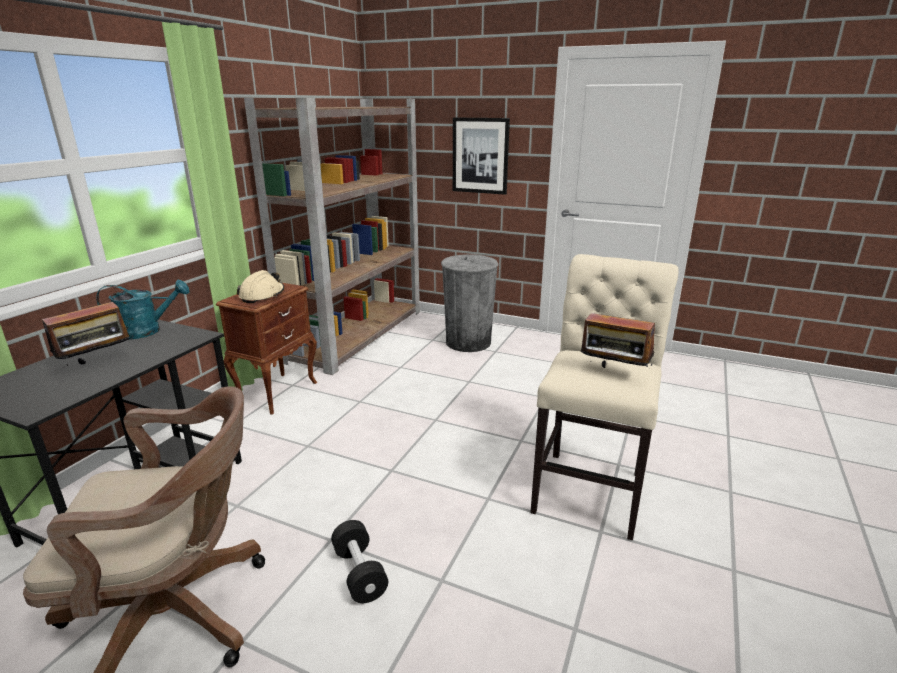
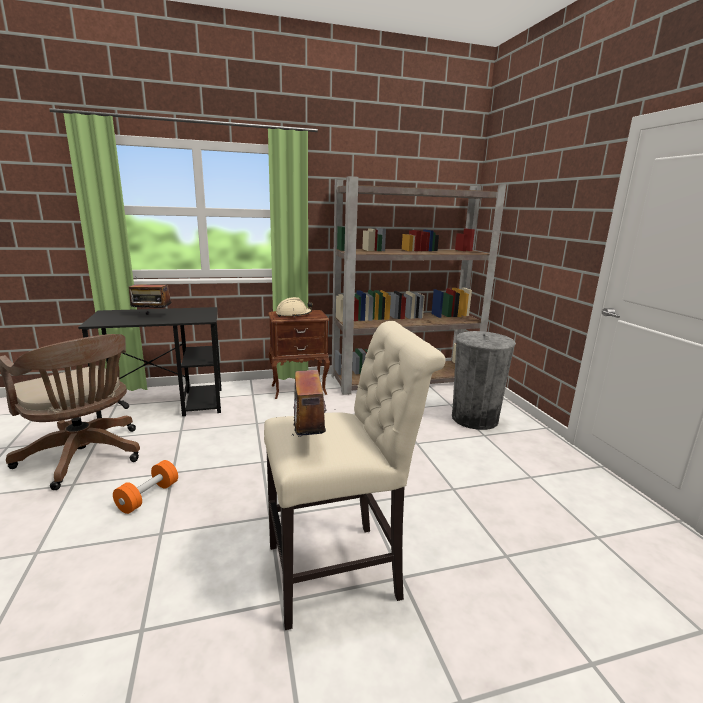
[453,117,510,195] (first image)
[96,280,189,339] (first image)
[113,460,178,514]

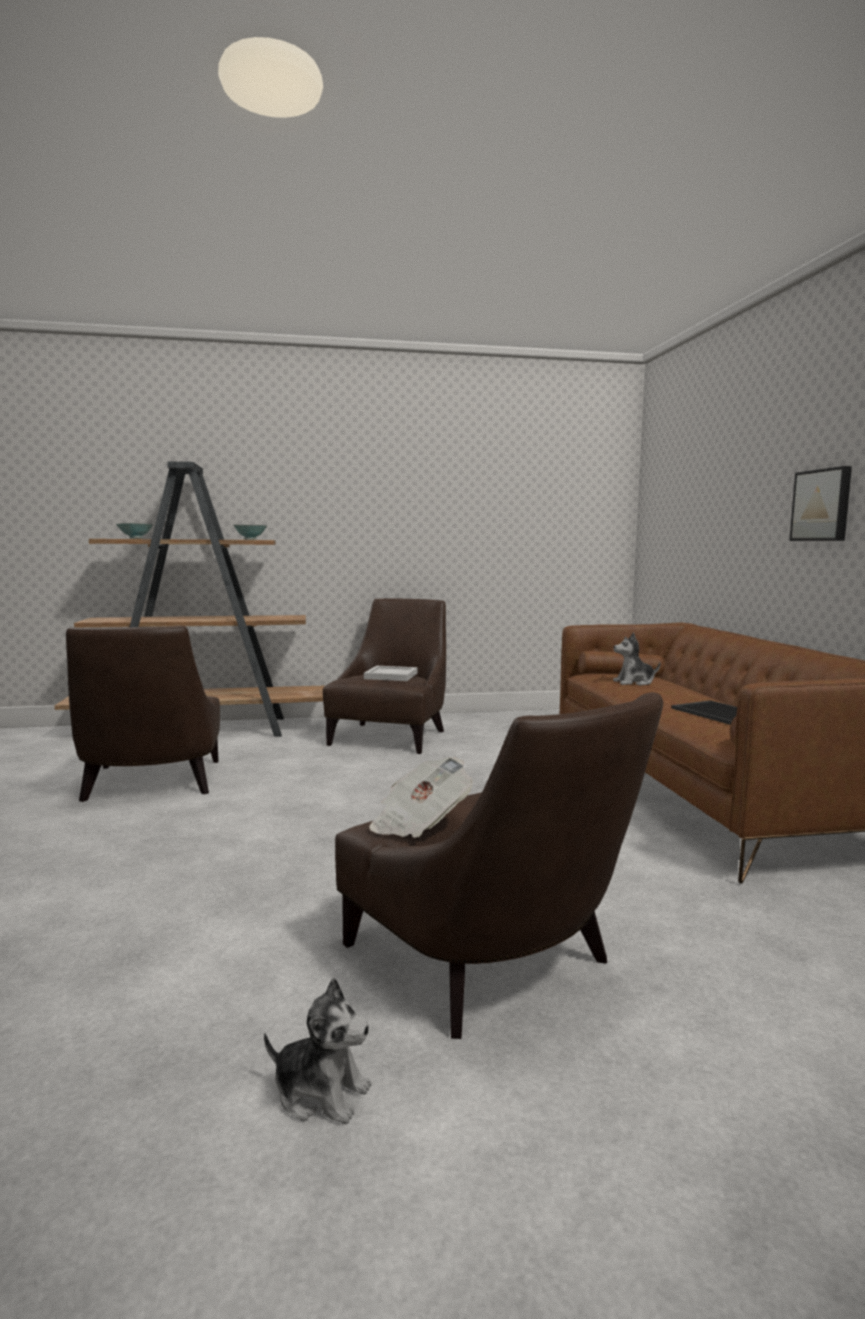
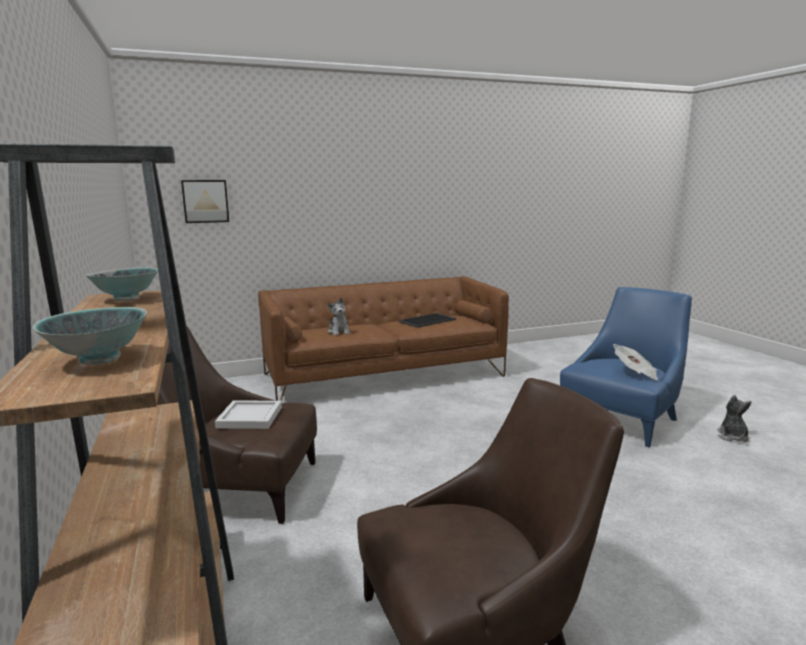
[181,180,229,223]
[560,287,692,447]

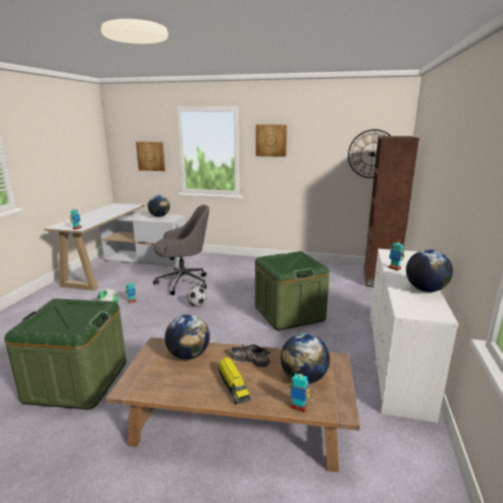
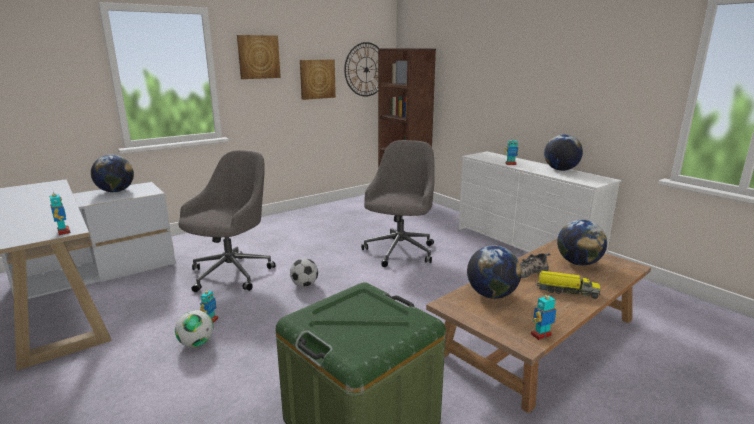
[300,59,336,100]
[361,140,435,267]
[531,291,557,340]

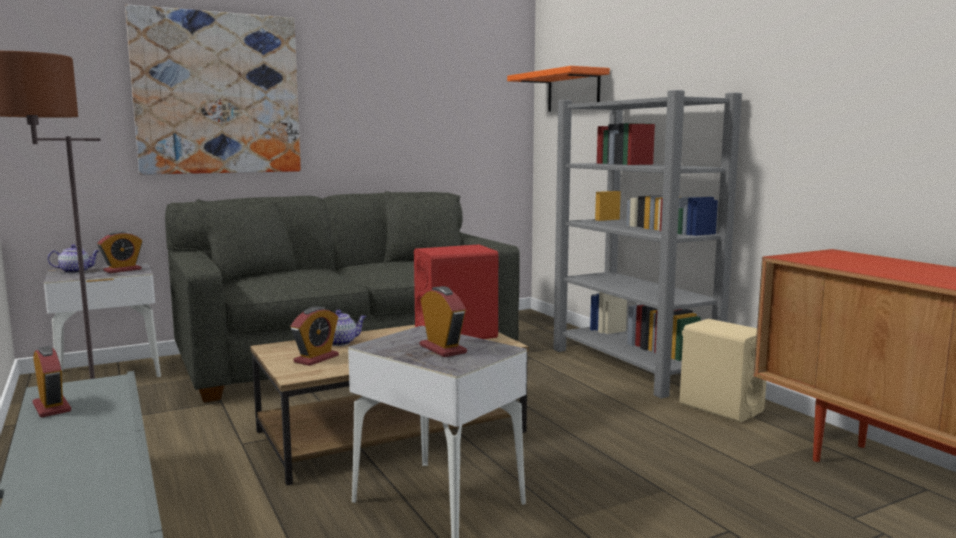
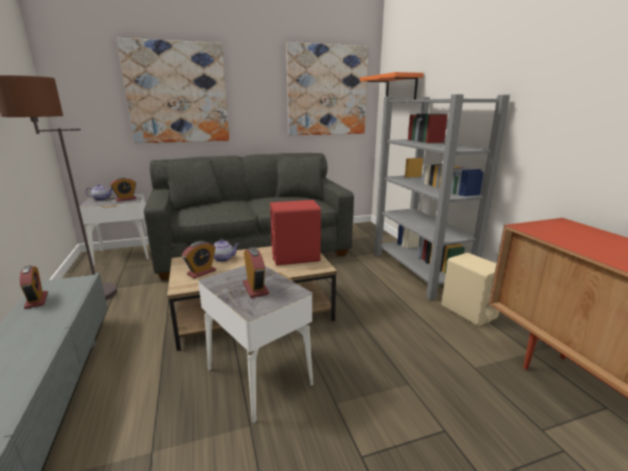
[286,42,369,135]

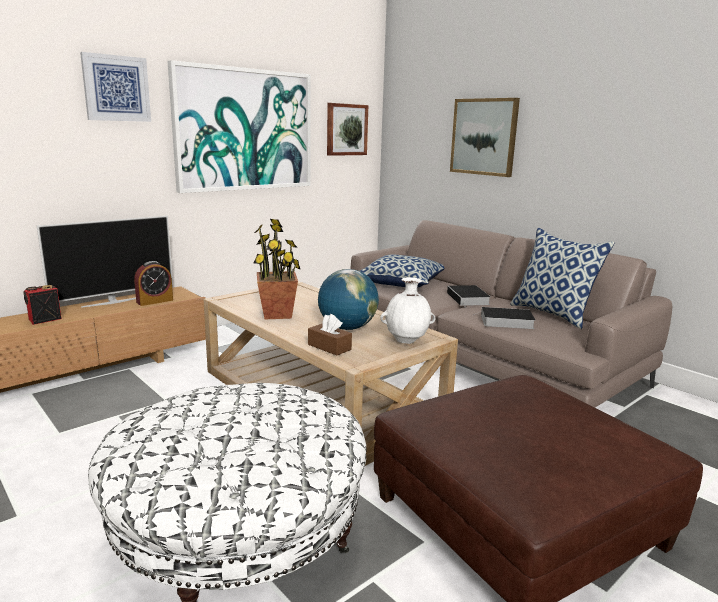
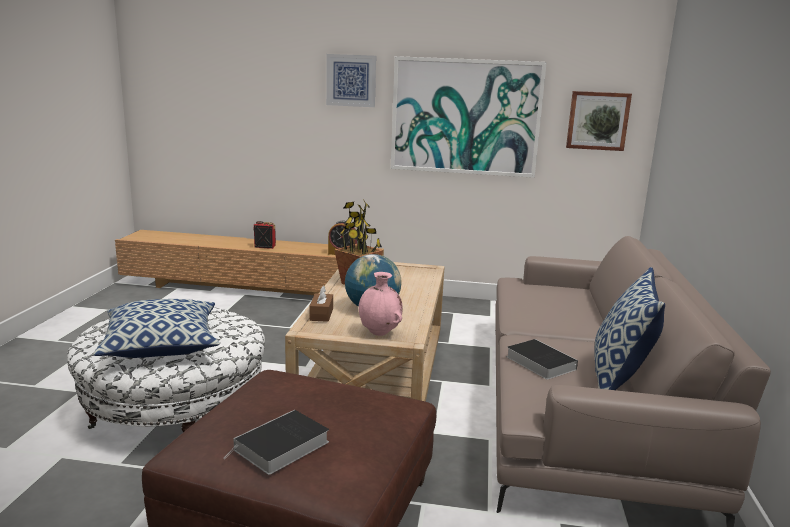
[450,98,520,177] (first image)
[37,216,173,308] (first image)
[94,299,220,358]
[359,272,403,336]
[223,410,329,475]

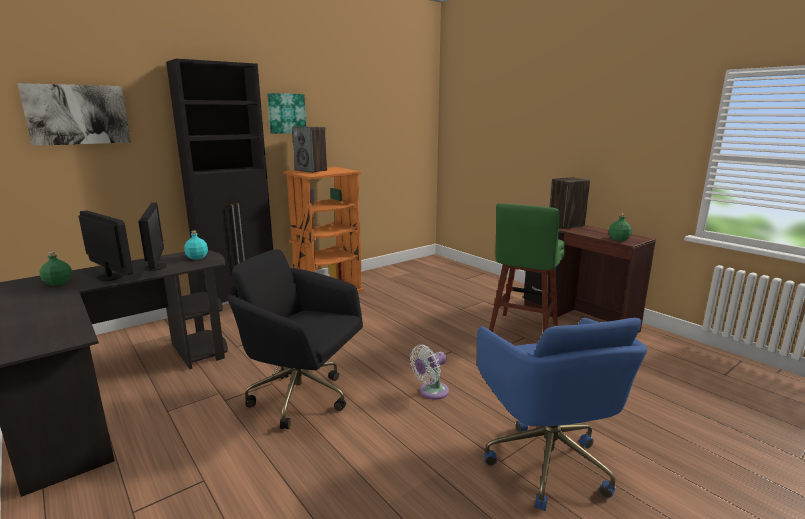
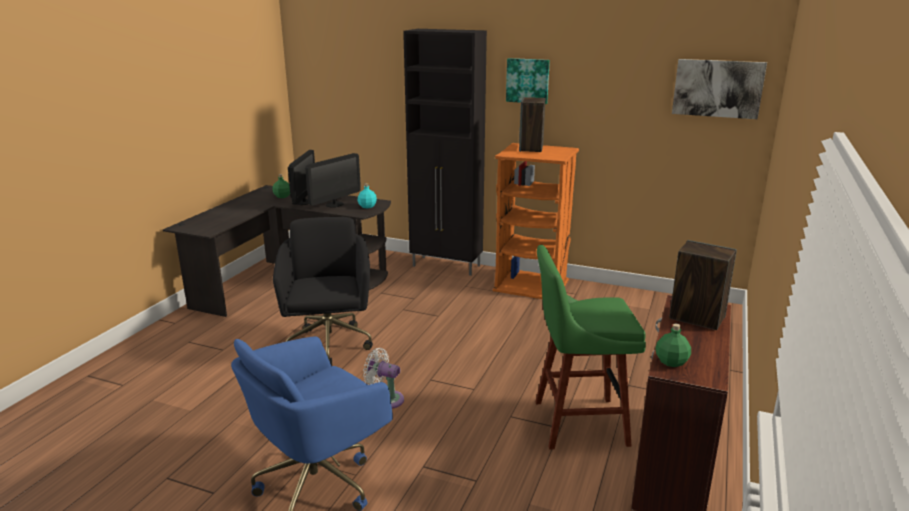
[672,59,767,119]

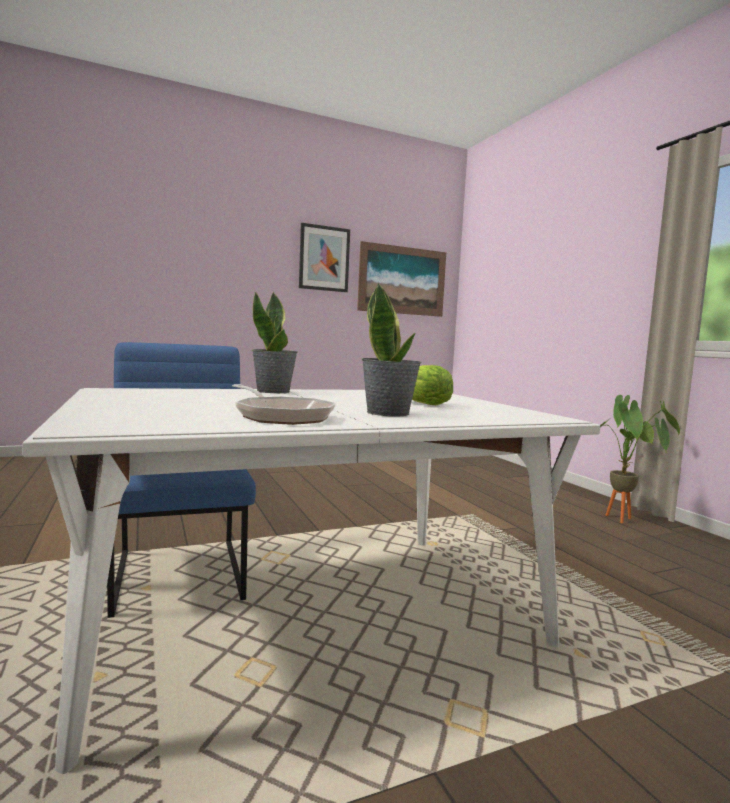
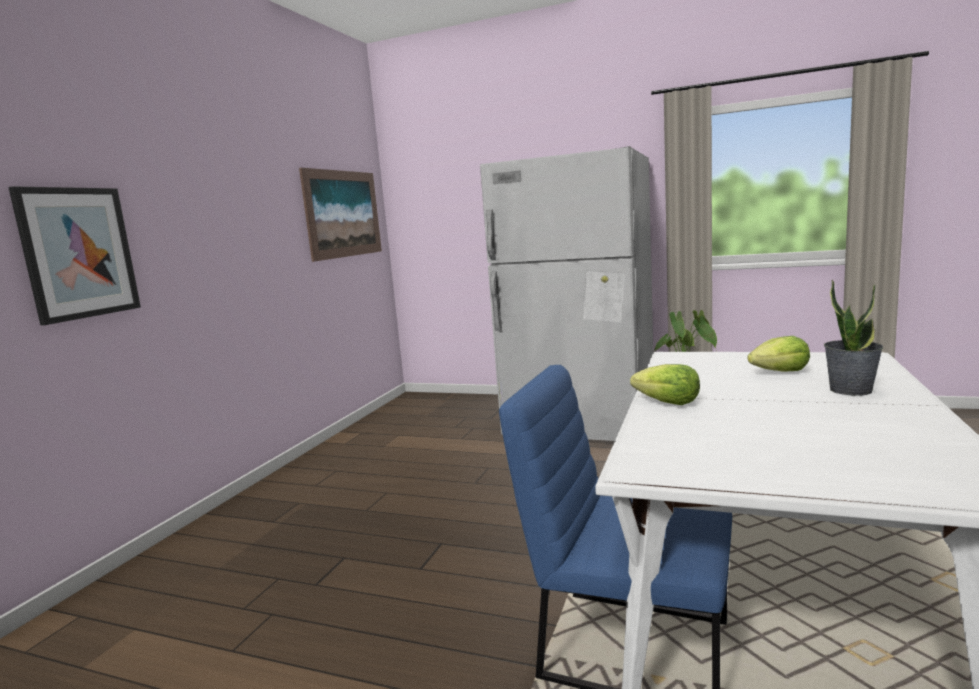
[8,186,141,325]
[630,364,700,405]
[232,384,336,425] (first image)
[480,146,653,441]

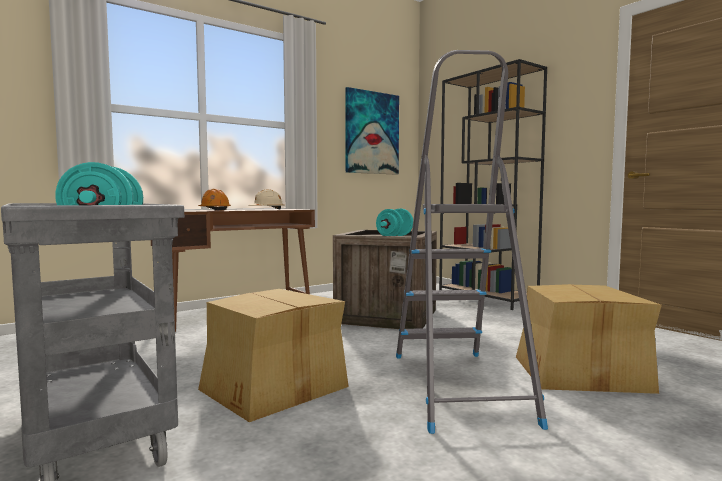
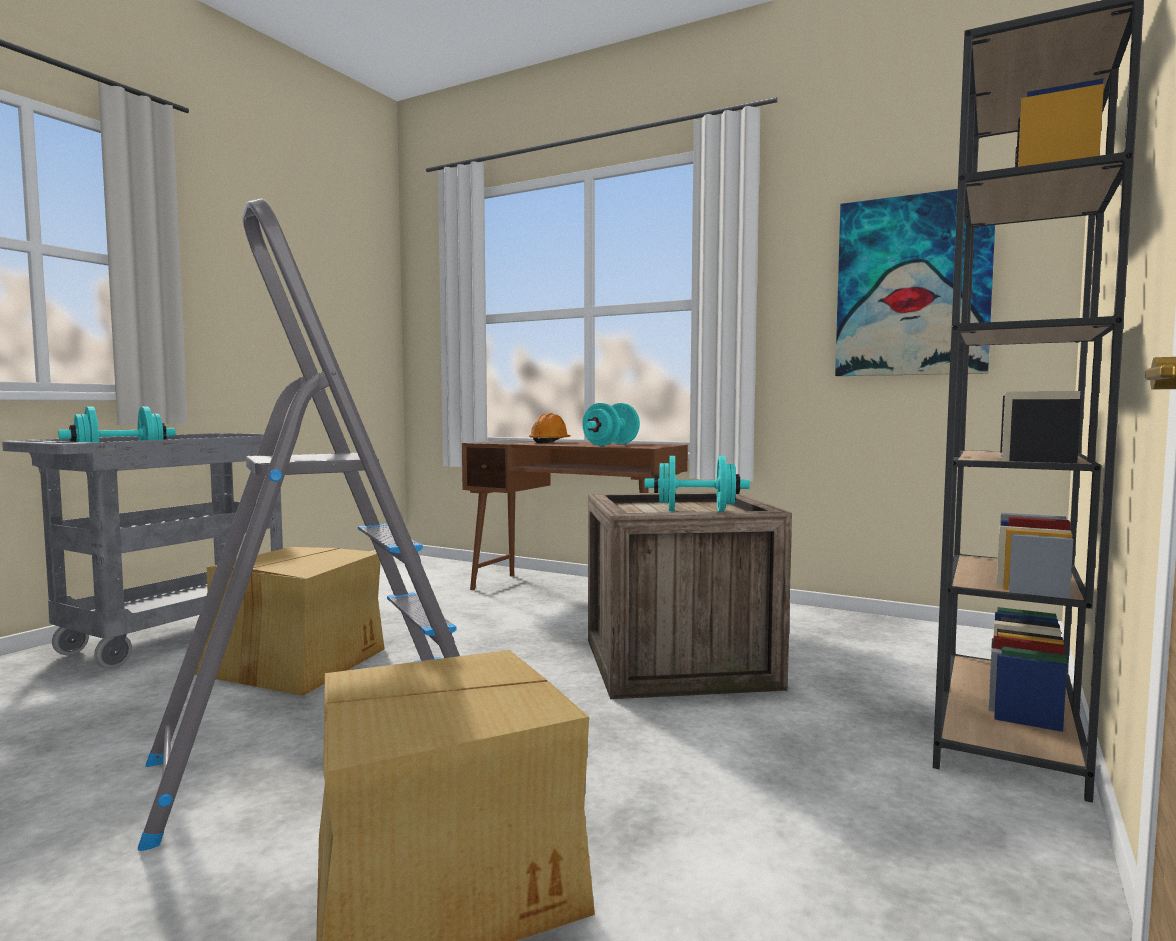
[582,403,640,446]

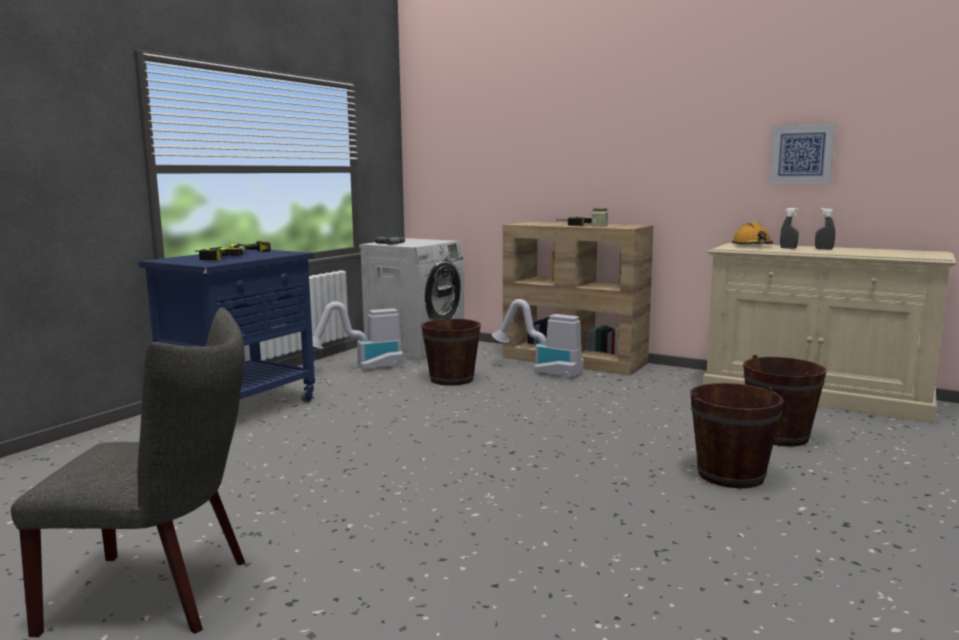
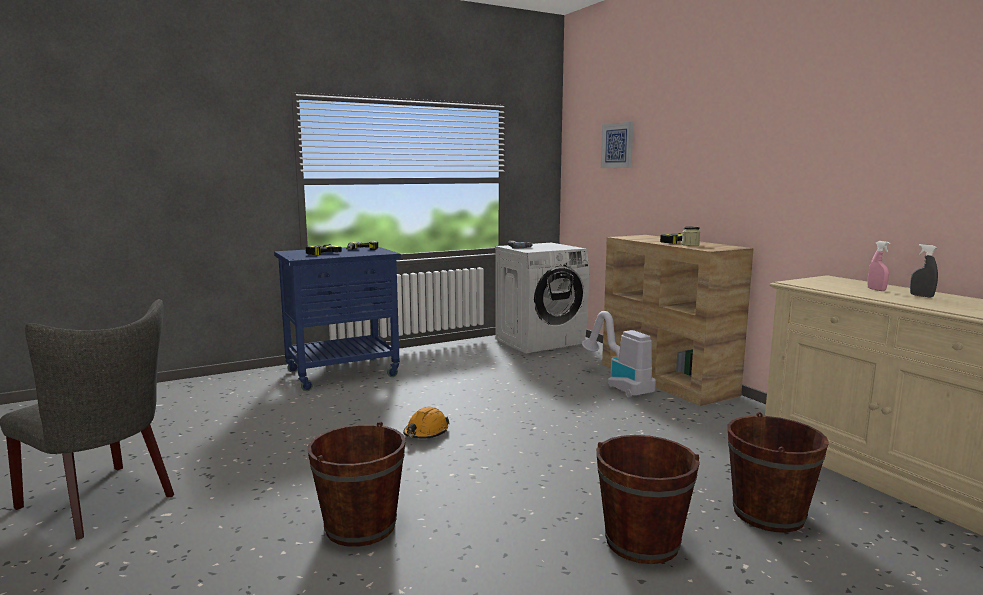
[601,122,633,168]
[867,241,890,291]
[403,407,450,439]
[312,301,404,371] (first image)
[307,421,406,547]

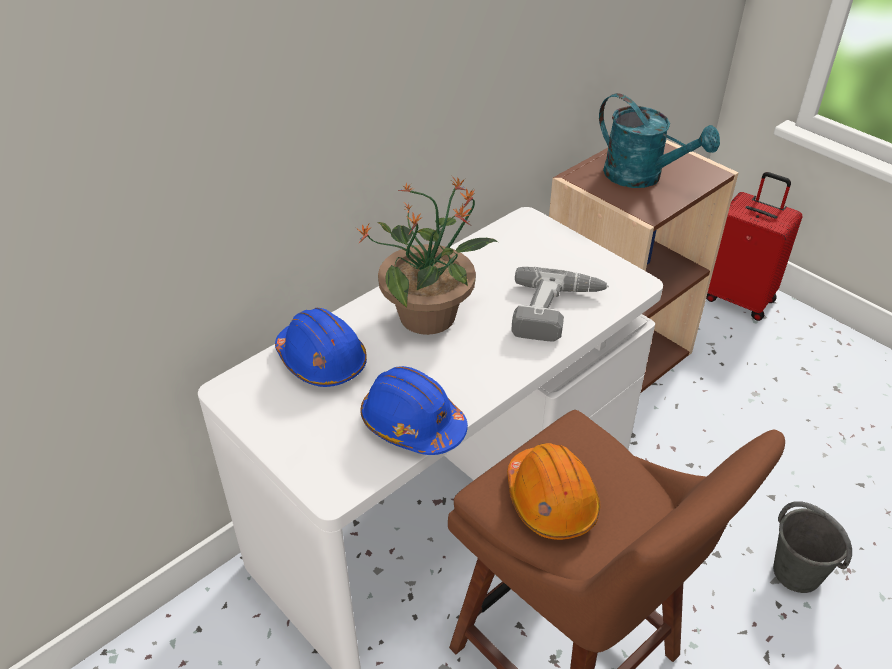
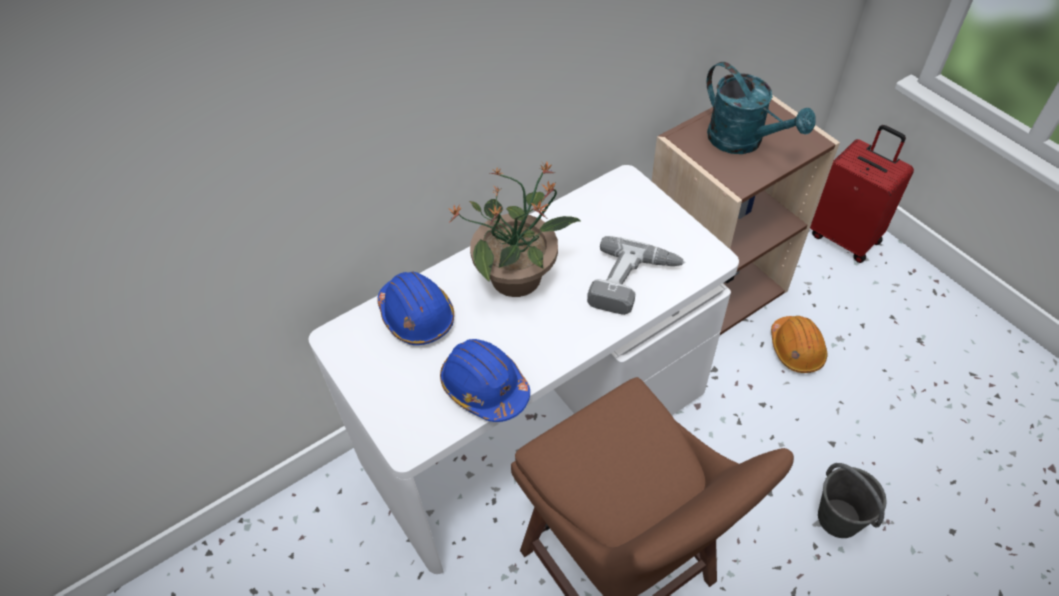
[771,316,827,373]

